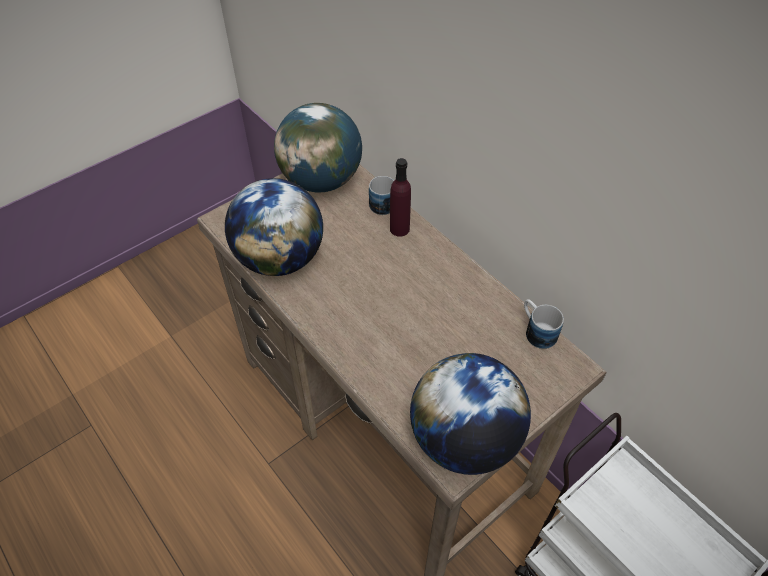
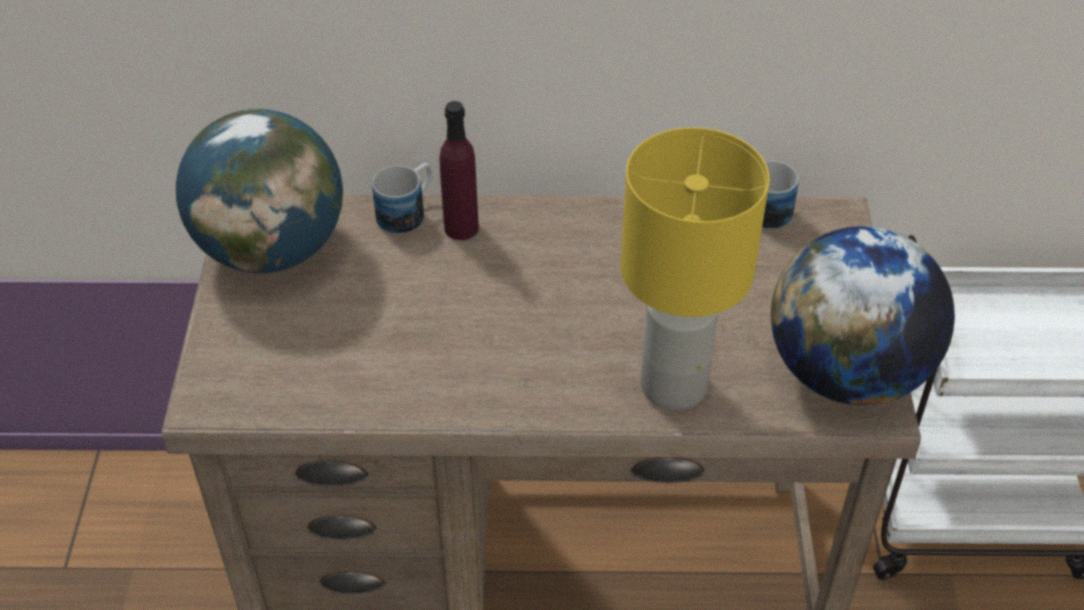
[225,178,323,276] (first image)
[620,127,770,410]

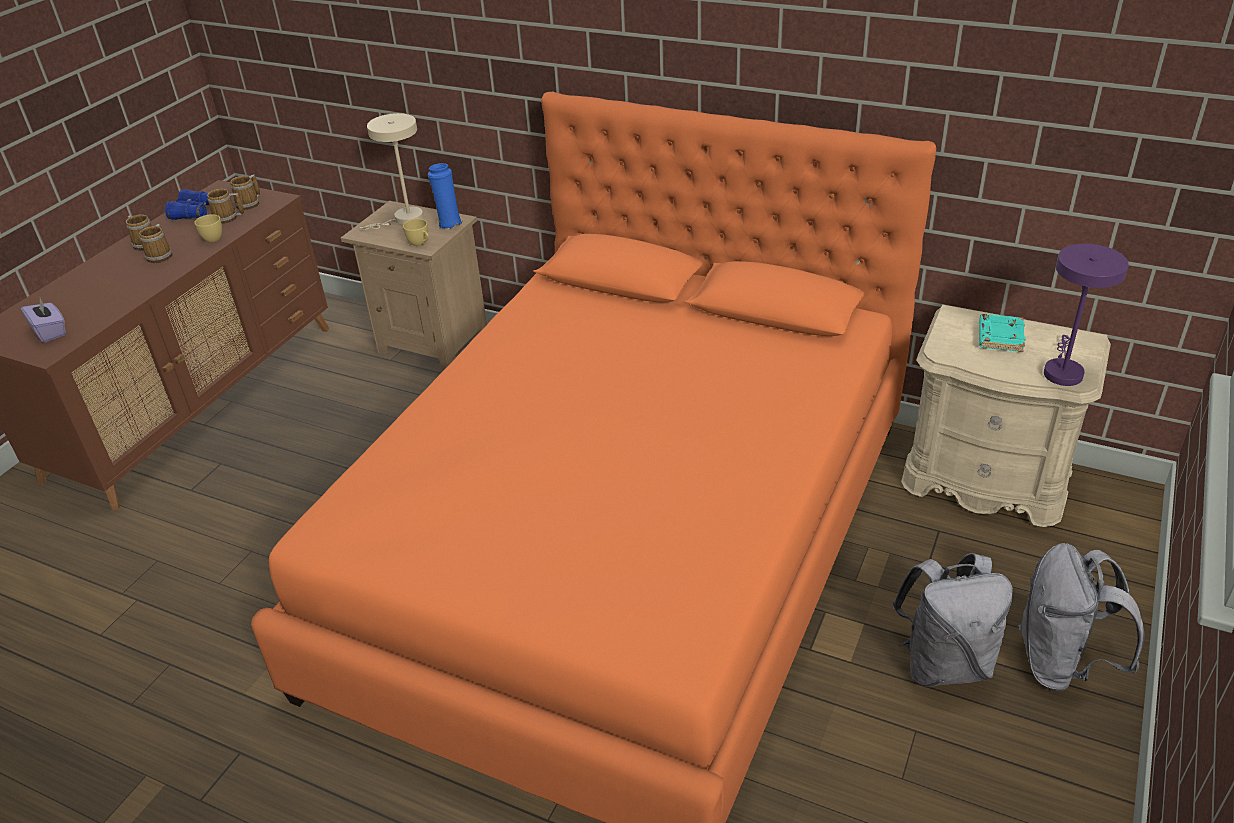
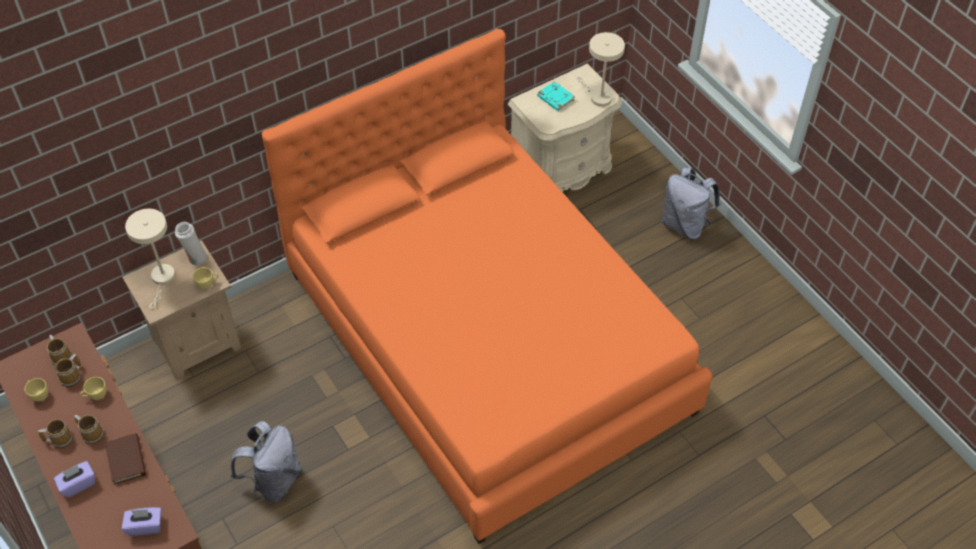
[175,222,207,266]
[25,378,48,402]
[577,32,625,107]
[231,421,301,502]
[105,433,146,485]
[54,461,95,498]

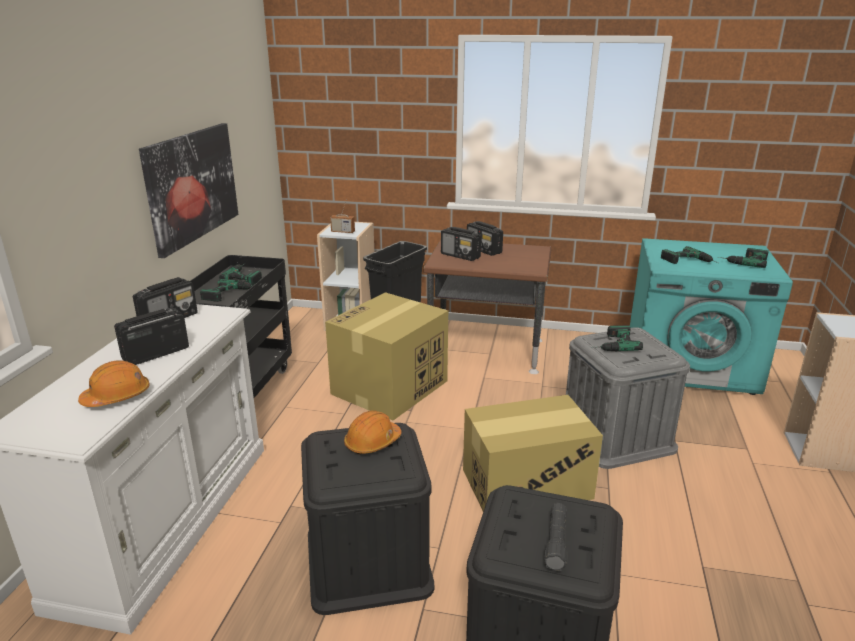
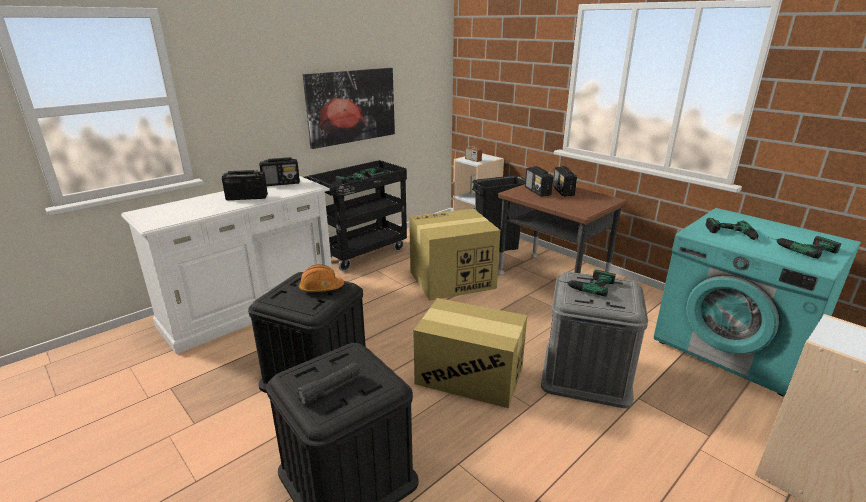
[78,361,150,407] (first image)

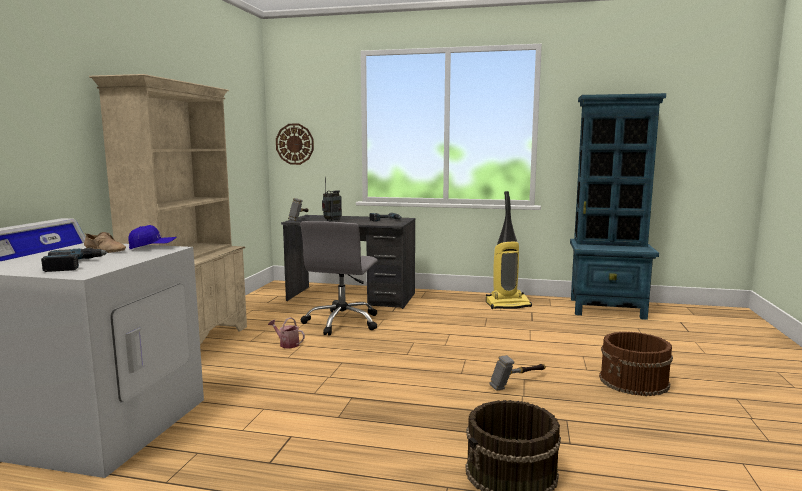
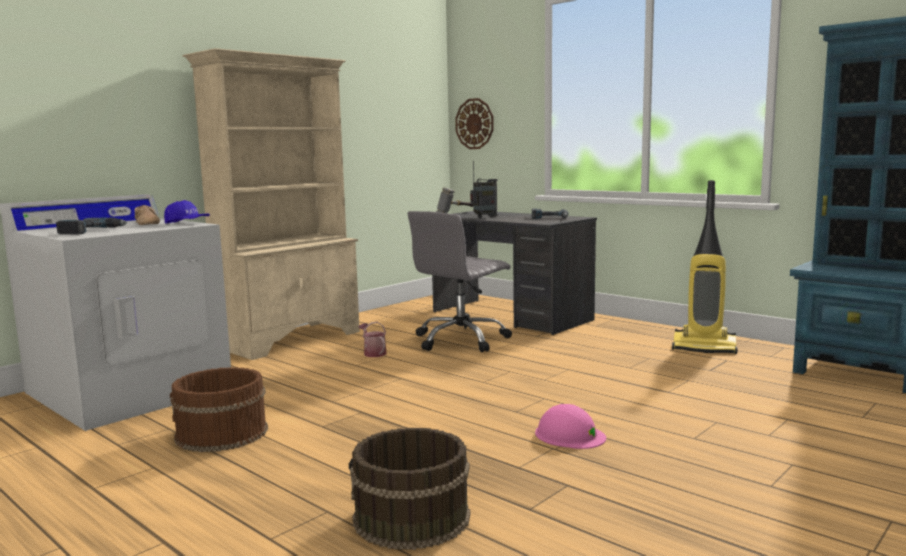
[170,367,268,452]
[535,404,606,449]

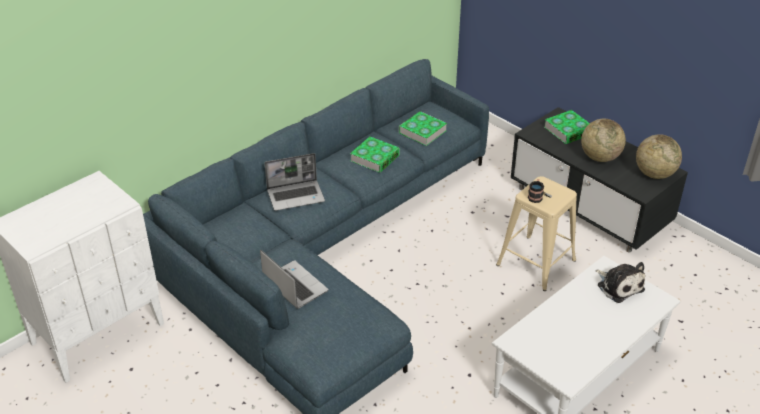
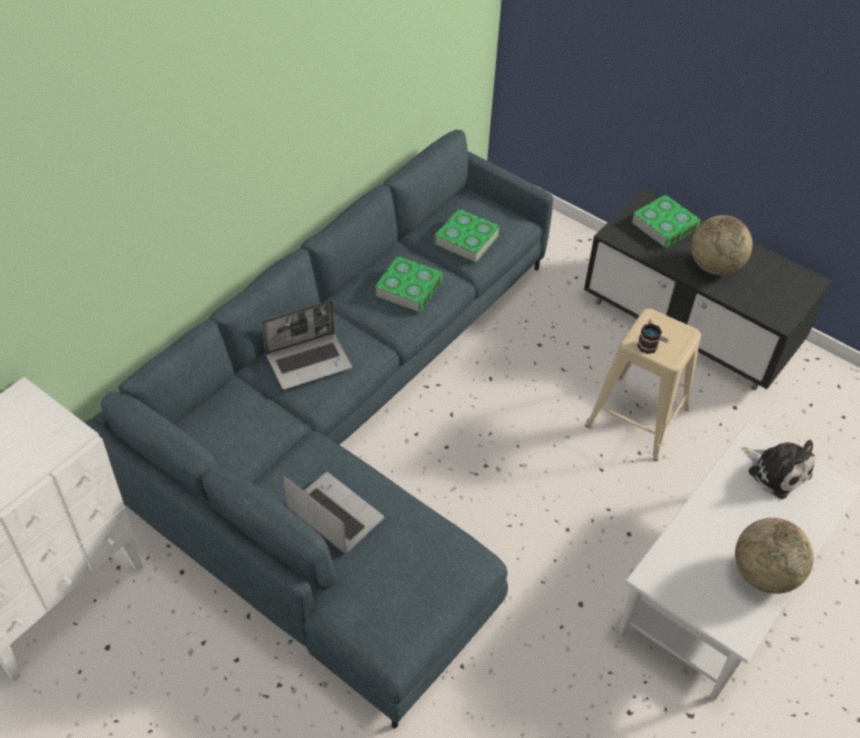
[735,518,814,594]

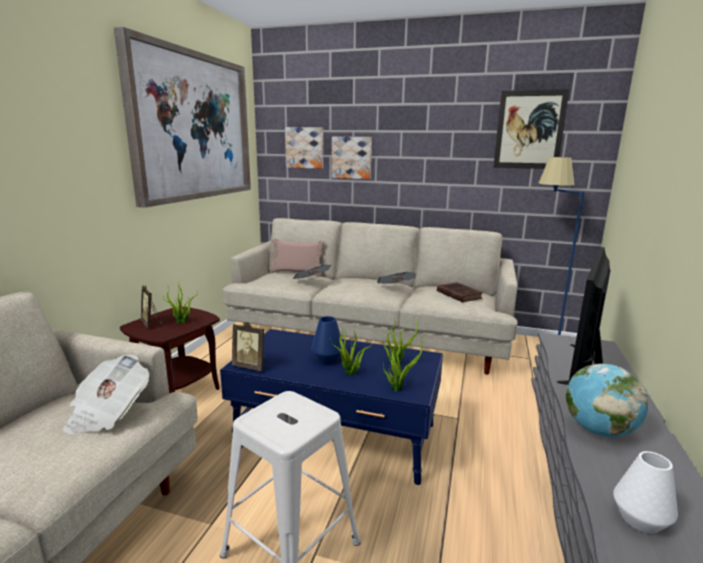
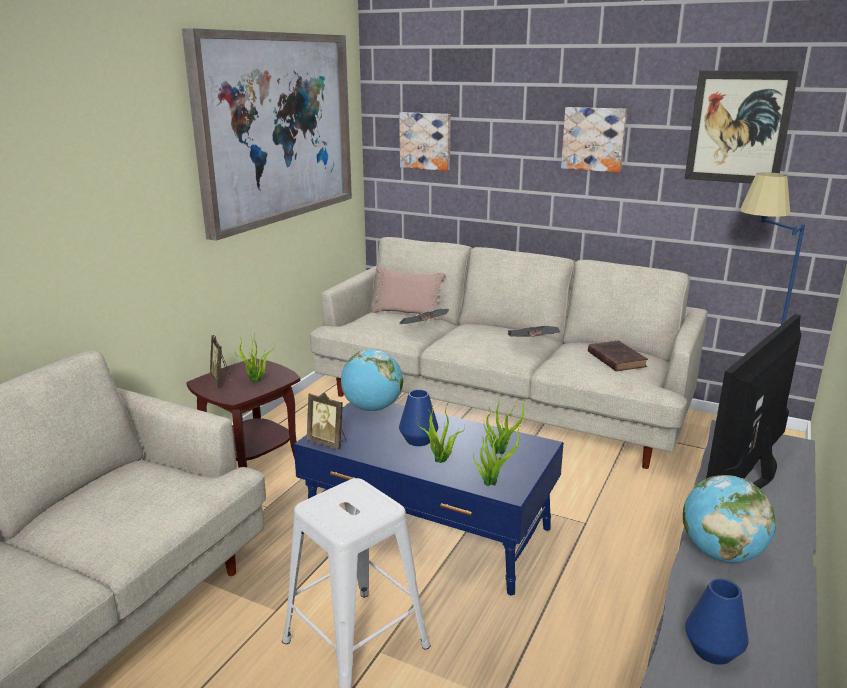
[561,107,627,173]
[63,354,149,434] (first image)
[685,579,749,665]
[341,349,403,411]

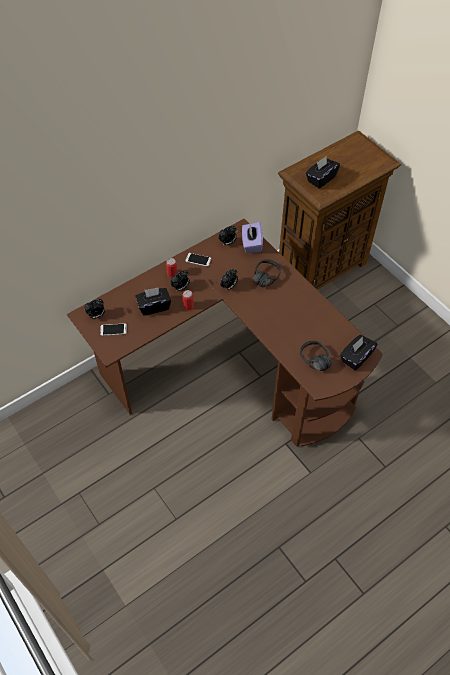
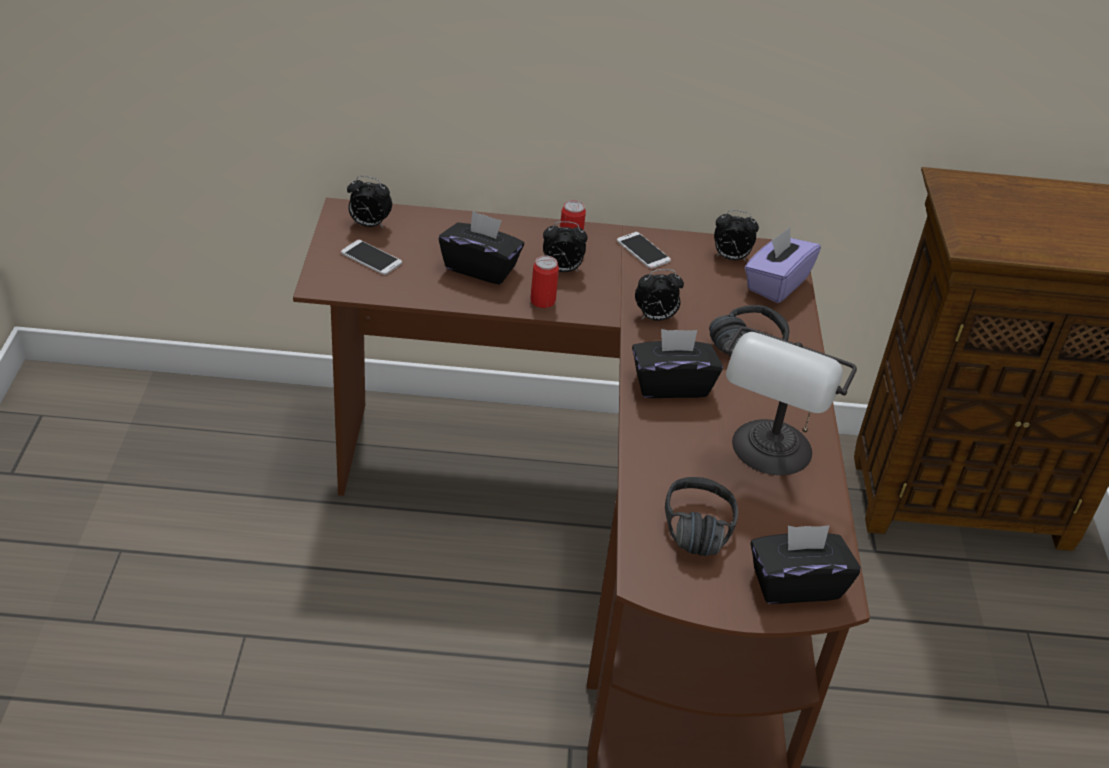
[632,329,723,398]
[724,326,857,475]

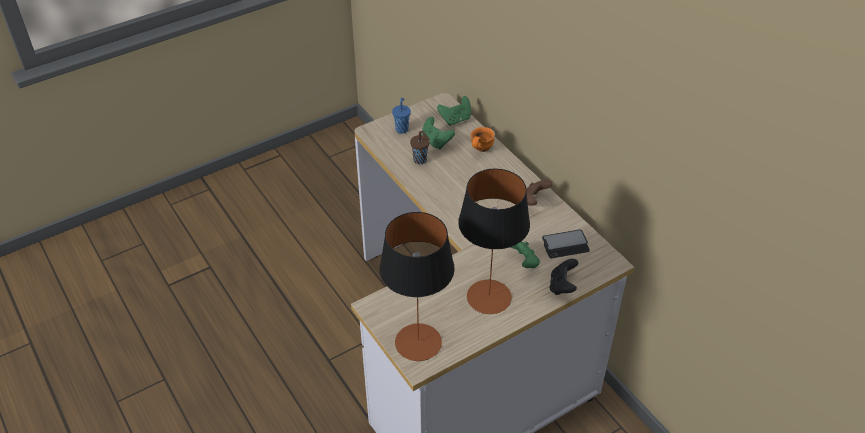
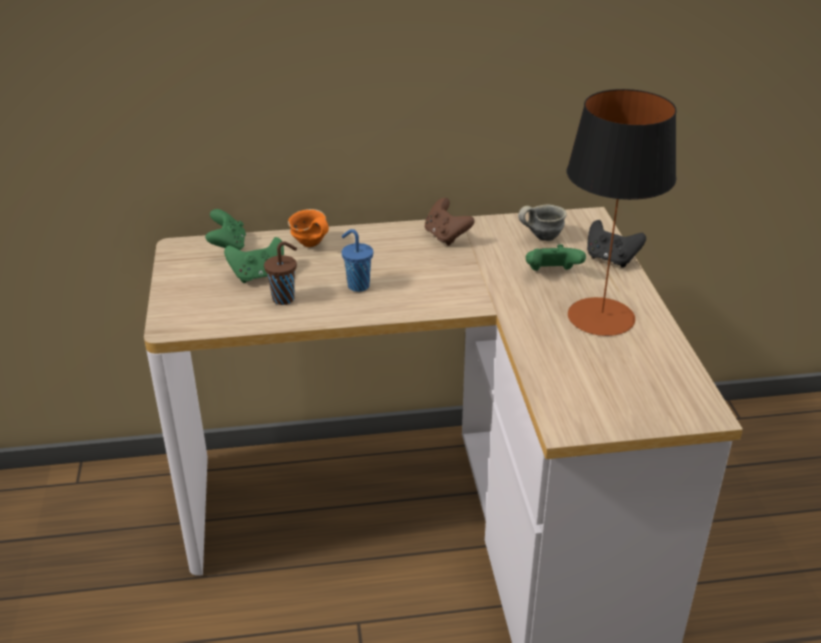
[342,229,373,292]
[379,212,454,361] (first image)
[518,205,567,241]

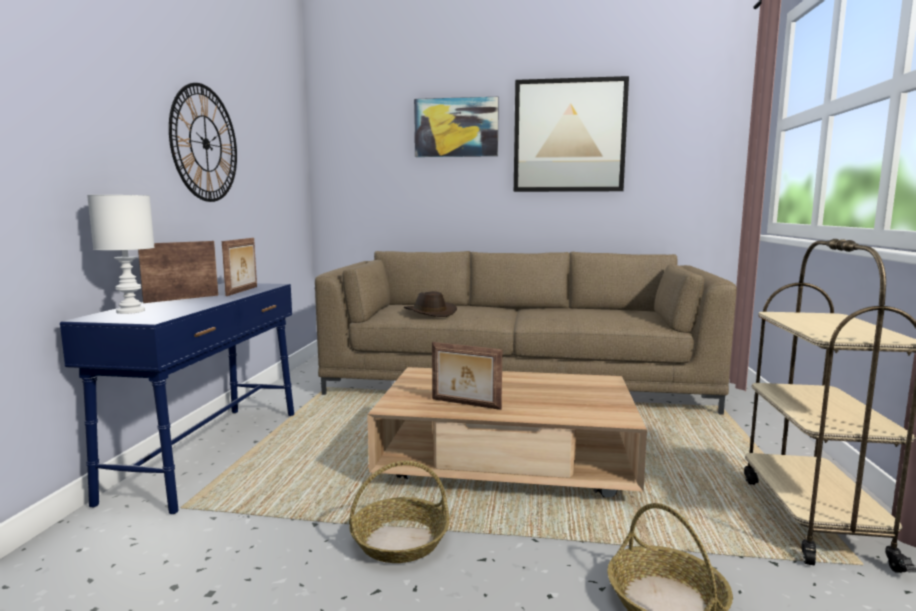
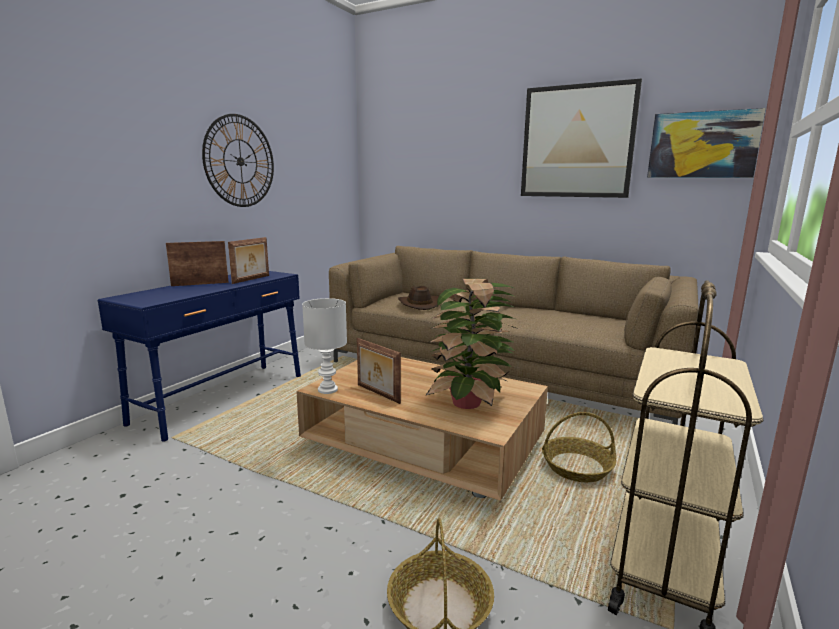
[647,108,766,178]
[302,298,347,394]
[542,412,616,482]
[426,279,519,409]

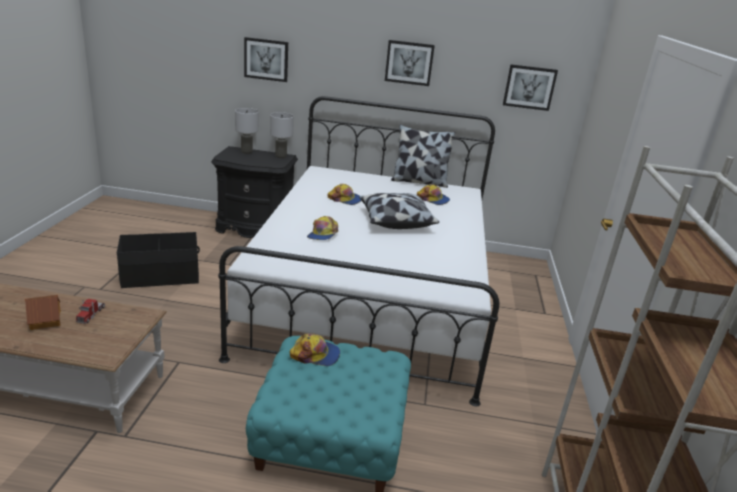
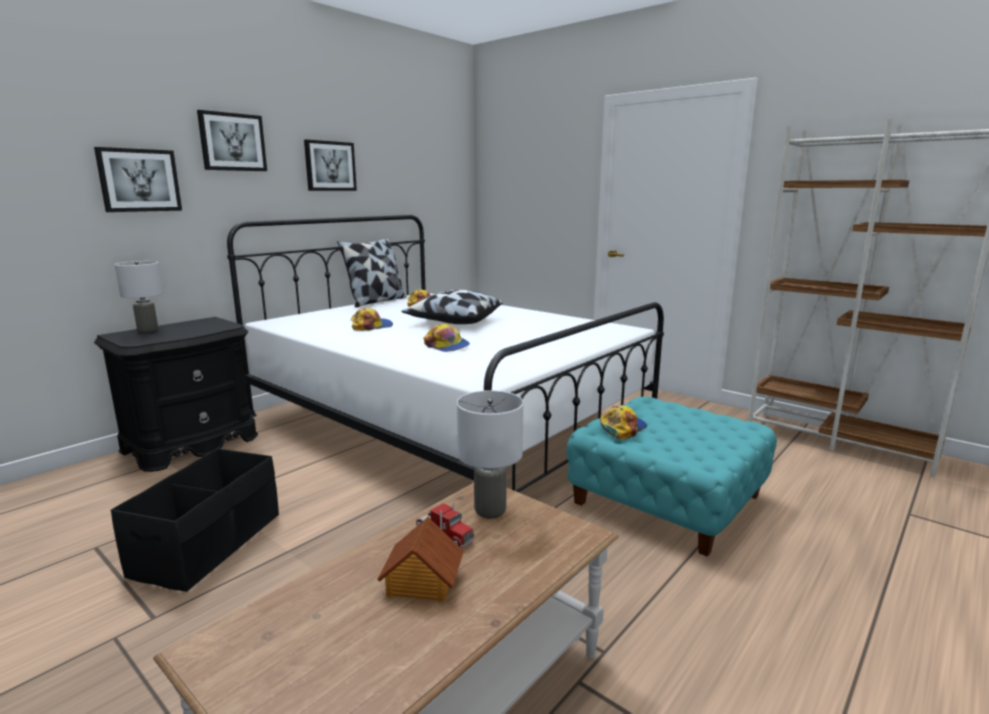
[197,110,267,171]
[457,390,523,519]

